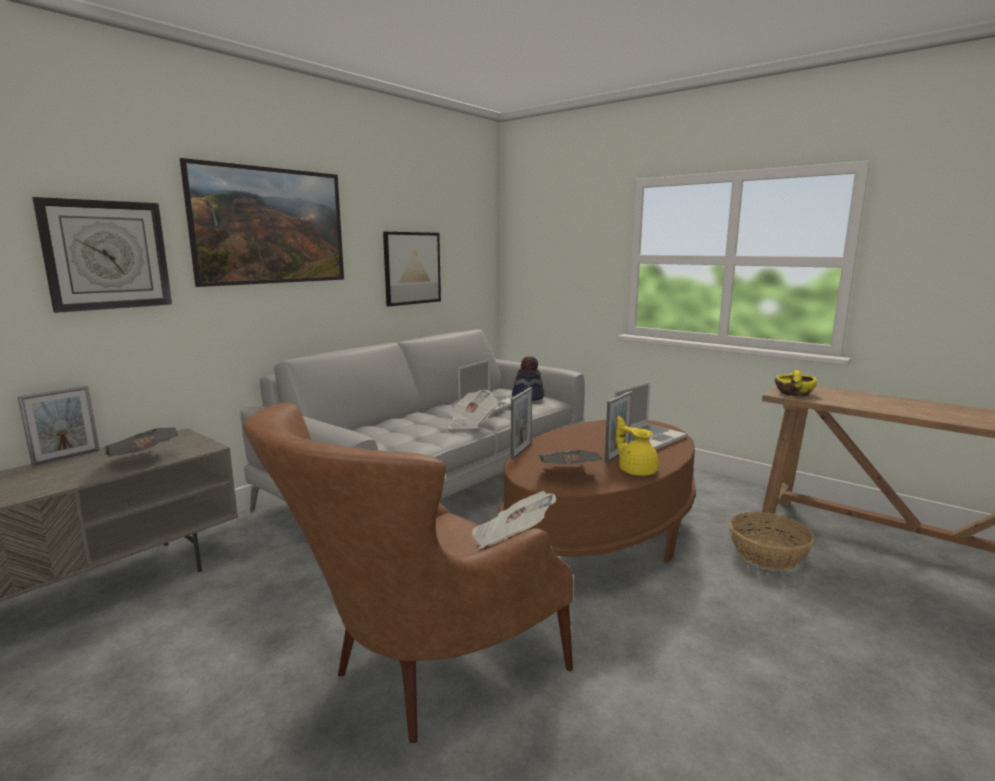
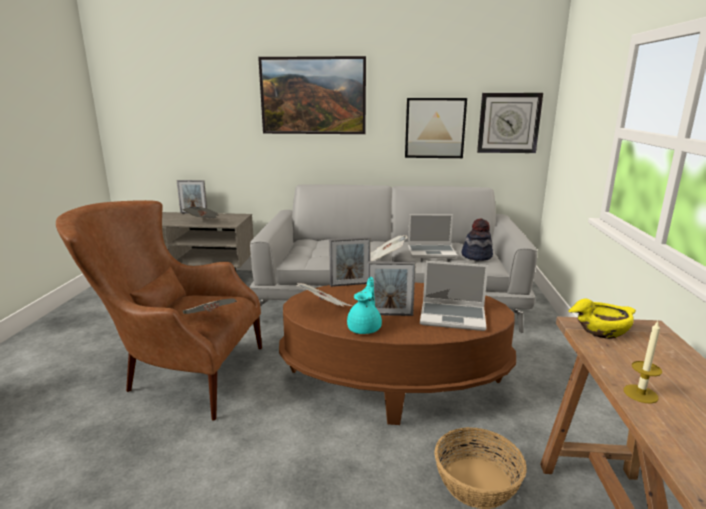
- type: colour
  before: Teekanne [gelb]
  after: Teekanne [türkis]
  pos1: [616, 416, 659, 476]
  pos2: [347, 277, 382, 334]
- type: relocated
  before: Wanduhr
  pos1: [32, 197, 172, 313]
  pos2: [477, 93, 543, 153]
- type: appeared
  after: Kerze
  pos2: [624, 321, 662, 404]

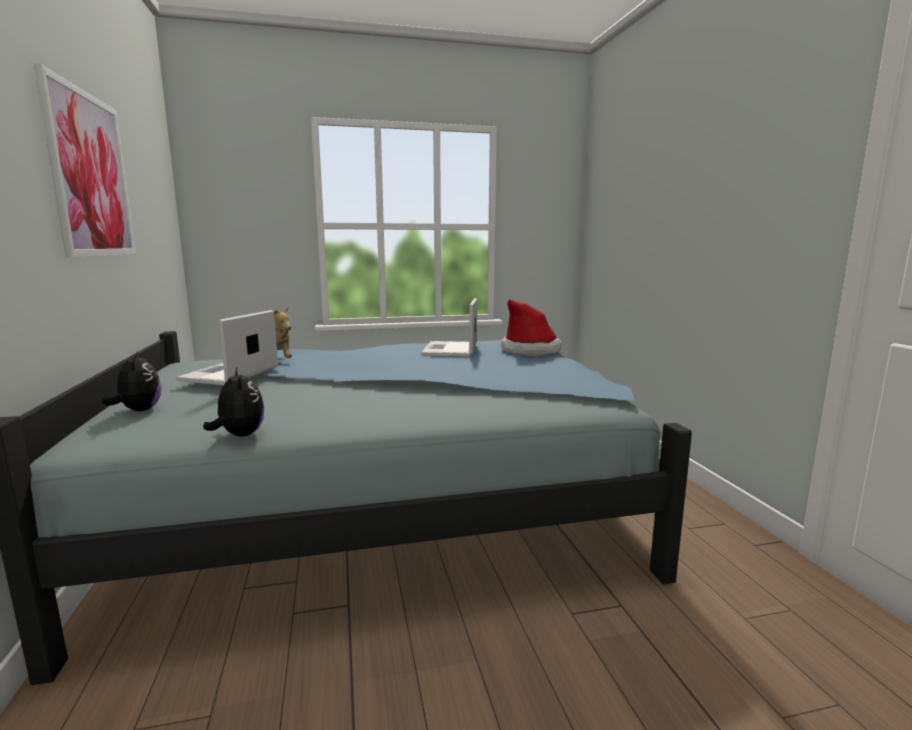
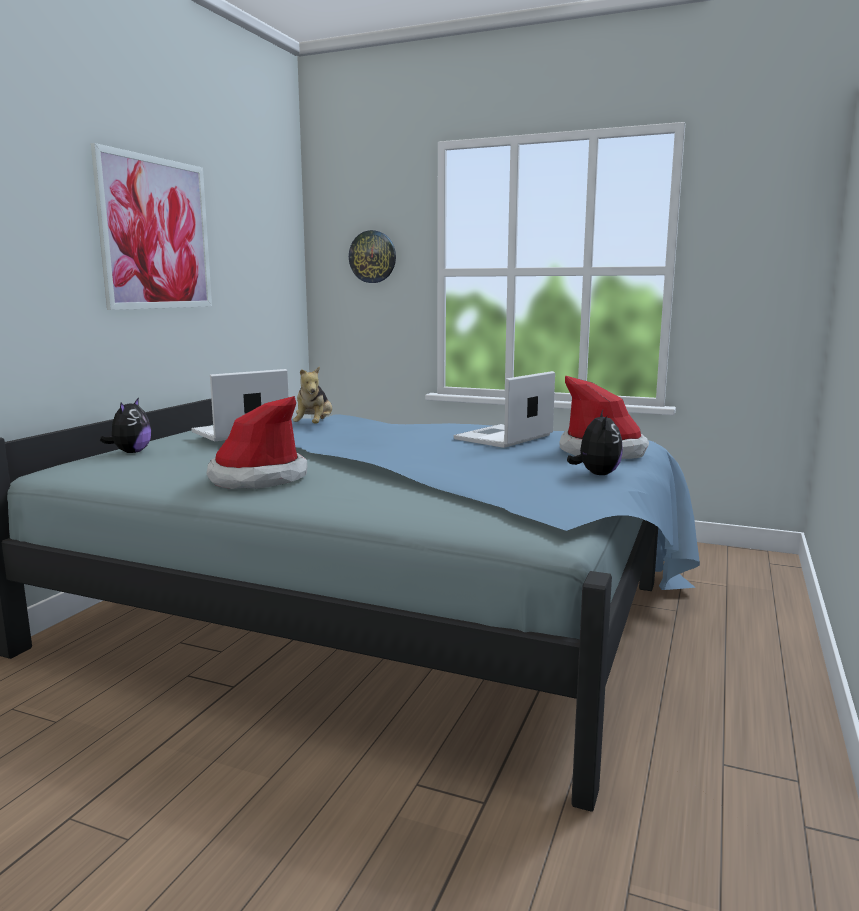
- type: appeared
  after: Hut
  pos2: [206, 396, 307, 489]
- type: appeared
  after: Wanduhr
  pos2: [349, 230, 396, 283]
- type: relocated
  before: Plüschtier
  pos1: [203, 368, 264, 436]
  pos2: [567, 410, 623, 475]

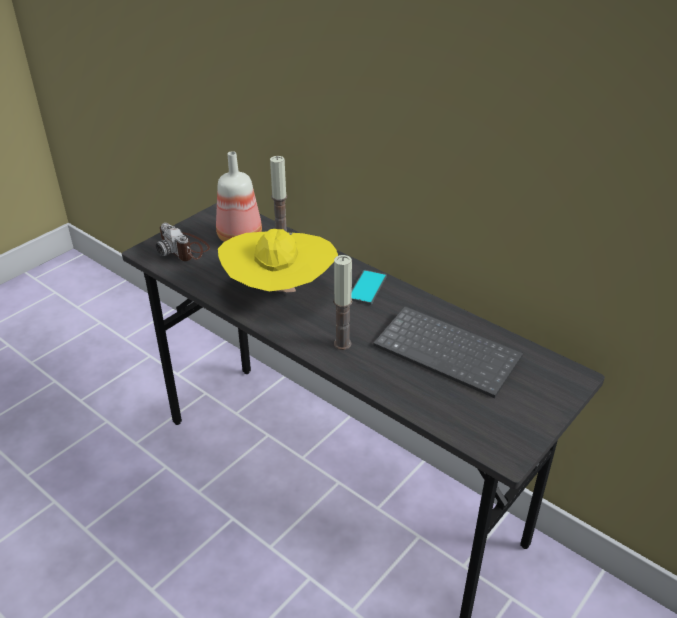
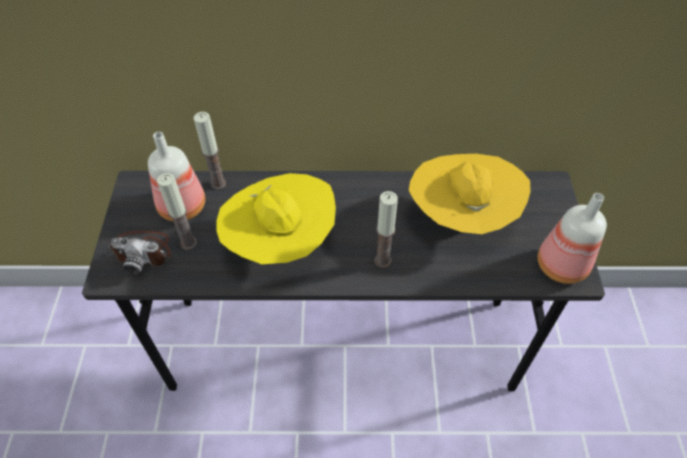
- type: appeared
  after: Kerze
  pos2: [157, 173, 197, 250]
- type: exchanged
  before: Tastatur
  after: Hut [gelb]
  pos1: [373, 306, 523, 398]
  pos2: [409, 154, 530, 234]
- type: appeared
  after: Flasche
  pos2: [538, 193, 607, 284]
- type: missing
  before: Handy
  pos1: [351, 270, 387, 305]

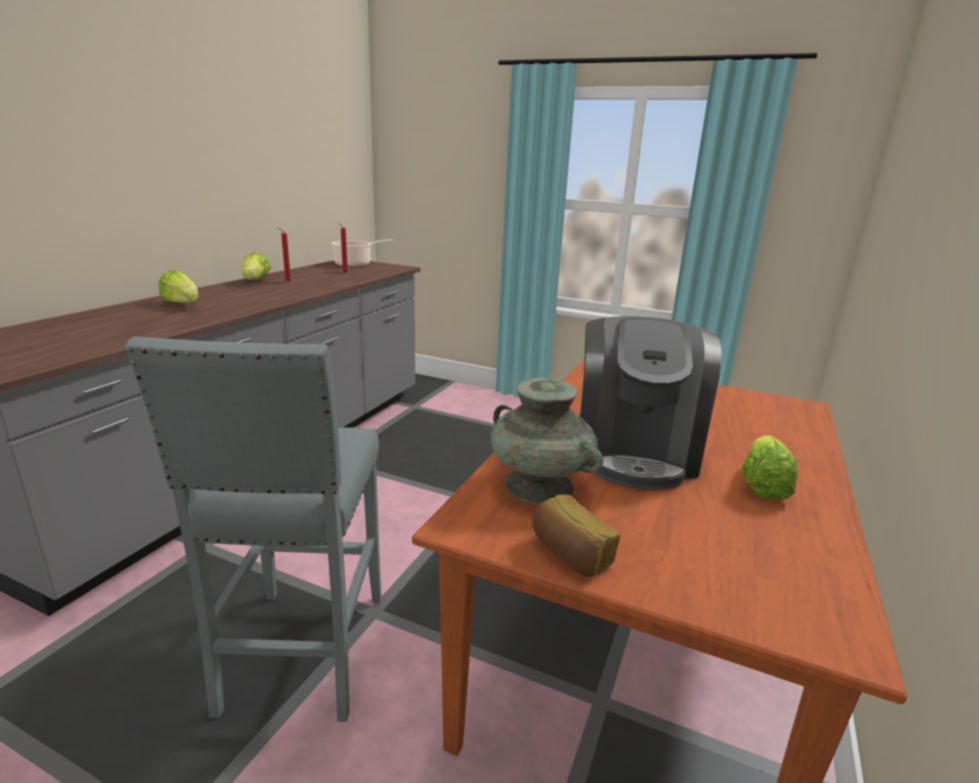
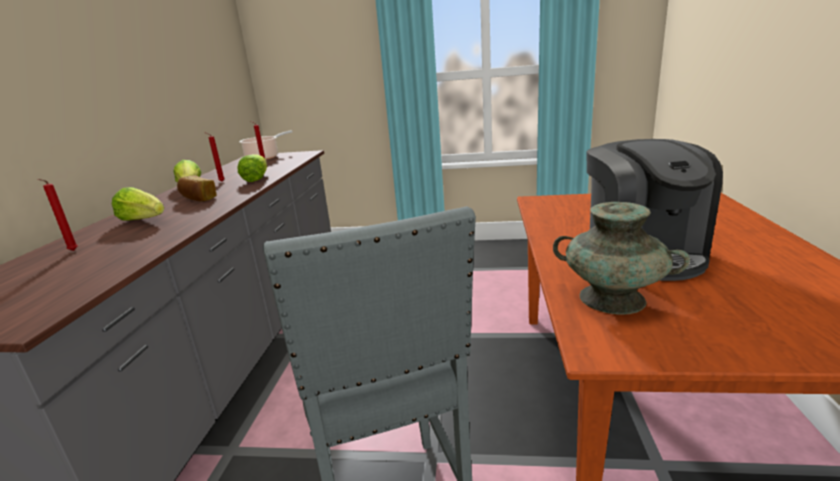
- type: appeared
  after: Kerze [rot]
  pos2: [38, 179, 78, 251]
- type: relocated
  before: Brot
  pos1: [532, 495, 620, 577]
  pos2: [177, 176, 216, 201]
- type: relocated
  before: Salatkopf
  pos1: [742, 435, 799, 500]
  pos2: [238, 154, 267, 182]

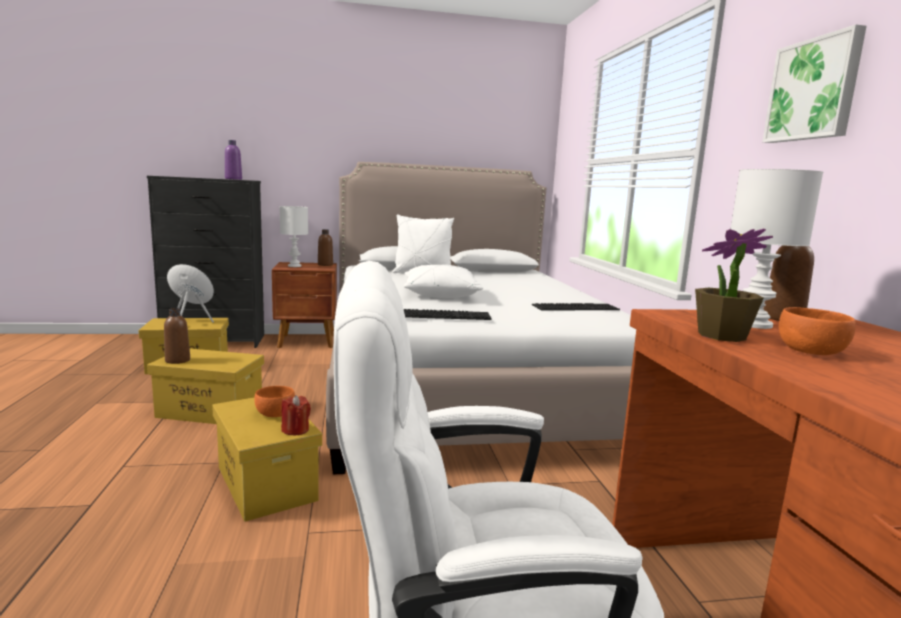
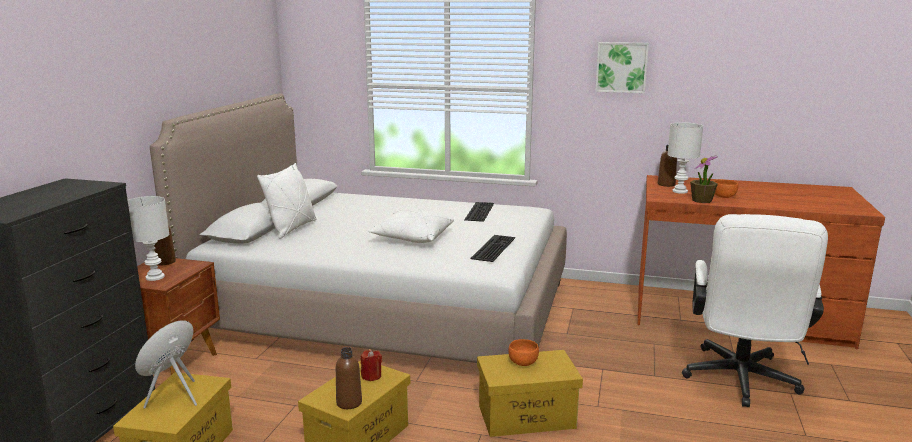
- type: relocated
  before: Kerze [rot]
  pos1: [281, 395, 311, 436]
  pos2: [361, 350, 382, 381]
- type: missing
  before: Flasche [lila]
  pos1: [225, 140, 242, 180]

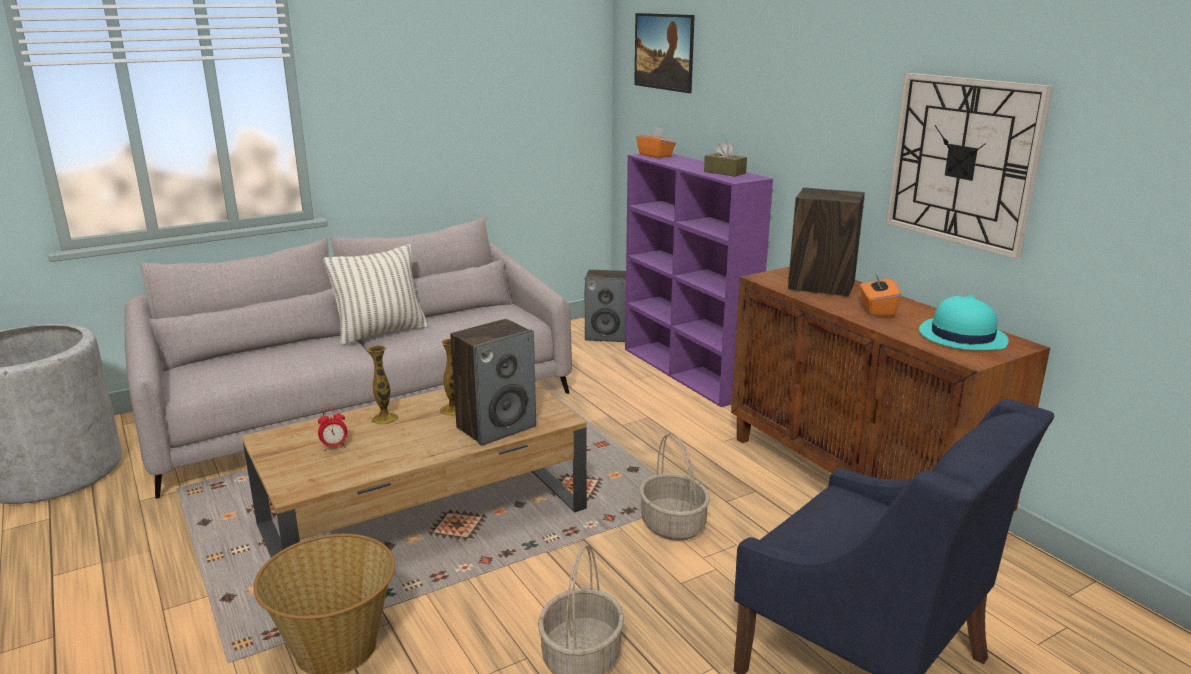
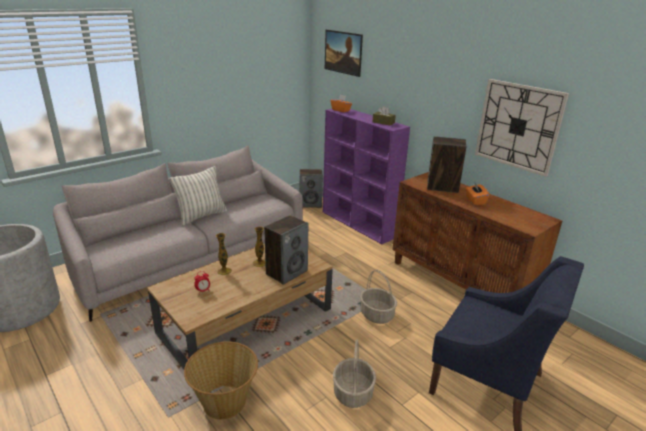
- type: missing
  before: Hut [türkis]
  pos1: [919, 295, 1009, 350]

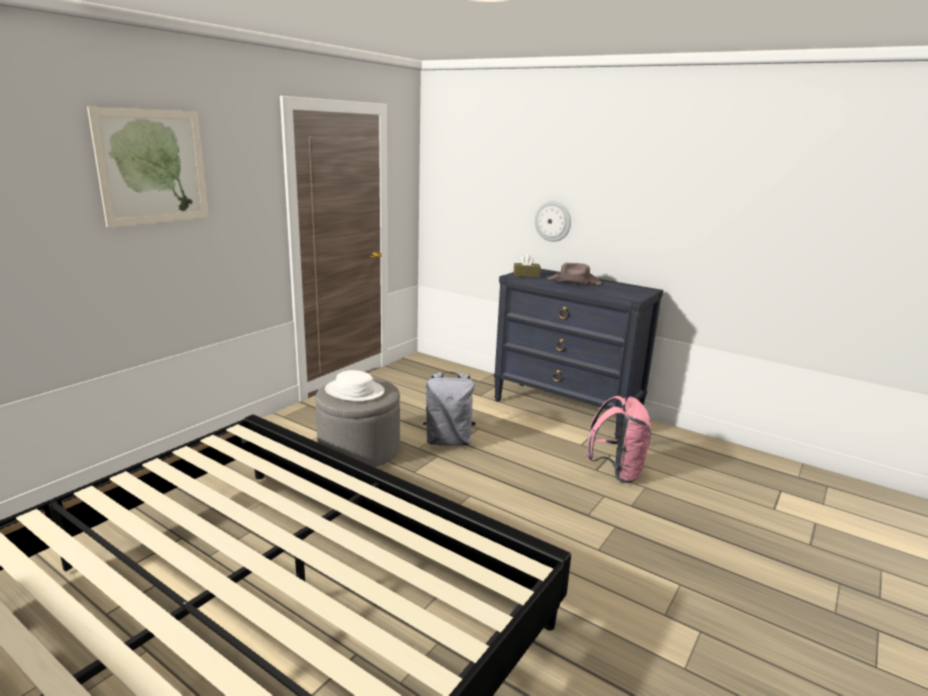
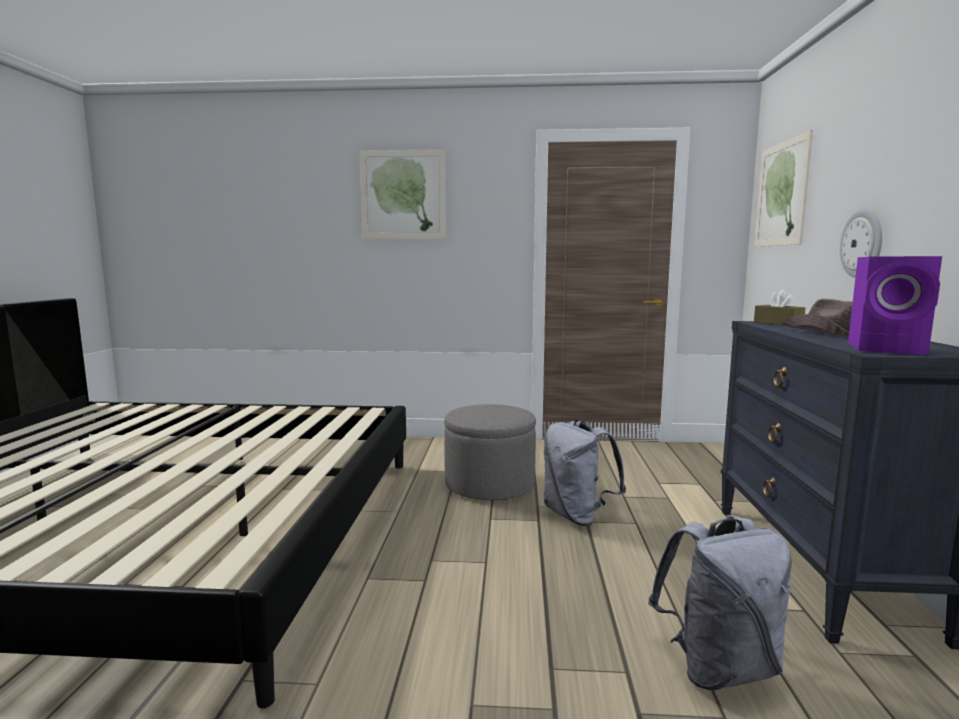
- type: colour
  before: Rucksack [rosa]
  after: Rucksack [grau]
  pos1: [586, 396, 651, 483]
  pos2: [648, 515, 792, 690]
- type: appeared
  after: Bild
  pos2: [754, 130, 813, 247]
- type: appeared
  after: Lautsprecher [lila]
  pos2: [848, 256, 942, 355]
- type: missing
  before: Hut [weiß]
  pos1: [325, 370, 385, 401]

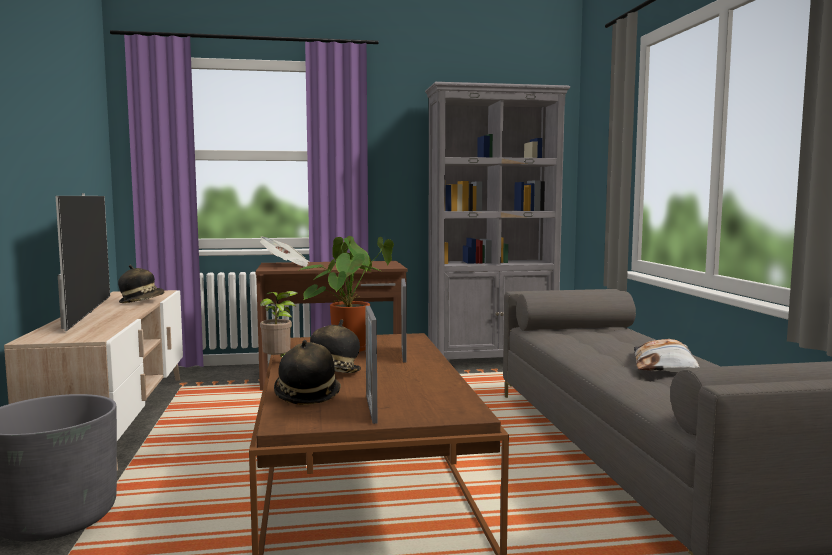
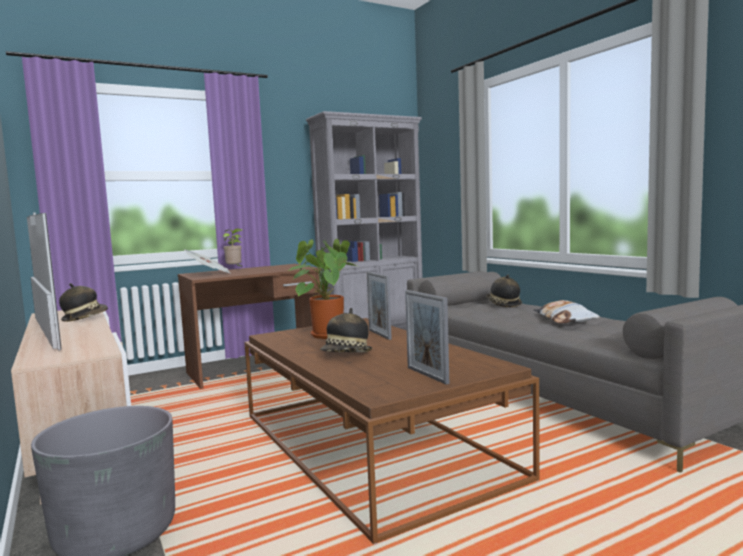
- type: relocated
  before: Topfpflanze
  pos1: [260, 291, 298, 357]
  pos2: [223, 229, 244, 268]
- type: relocated
  before: Hut
  pos1: [274, 340, 341, 405]
  pos2: [486, 275, 522, 307]

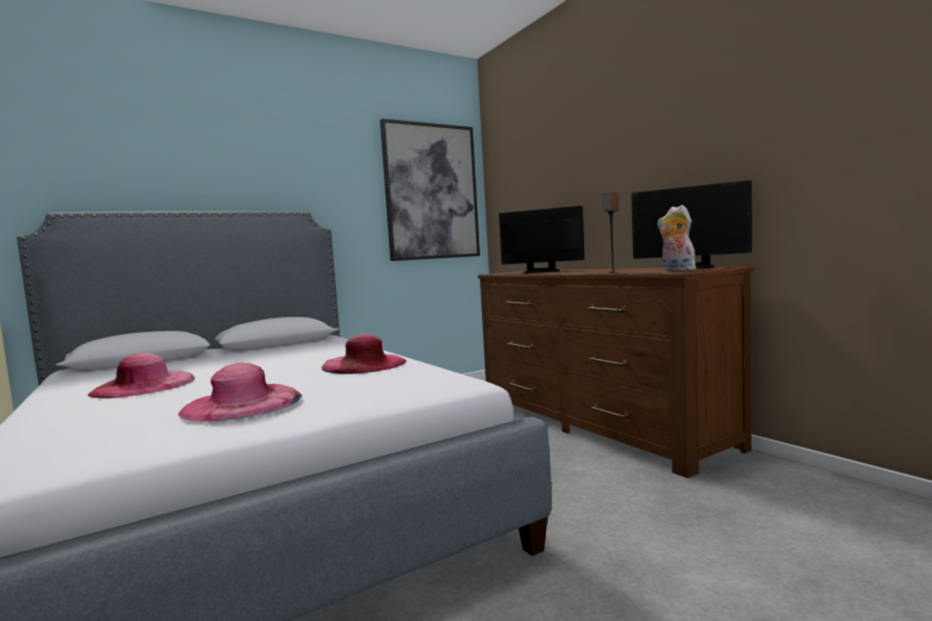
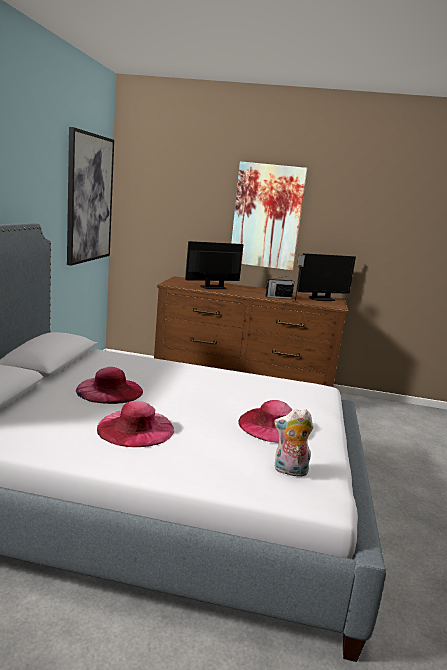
- type: relocated
  before: Hut [rosa]
  pos1: [321, 334, 407, 374]
  pos2: [76, 367, 143, 404]
- type: appeared
  after: Bild
  pos2: [231, 161, 307, 271]
- type: appeared
  after: Radio
  pos2: [266, 276, 294, 299]
- type: relocated
  before: Plüschtier
  pos1: [657, 205, 696, 271]
  pos2: [274, 409, 313, 477]

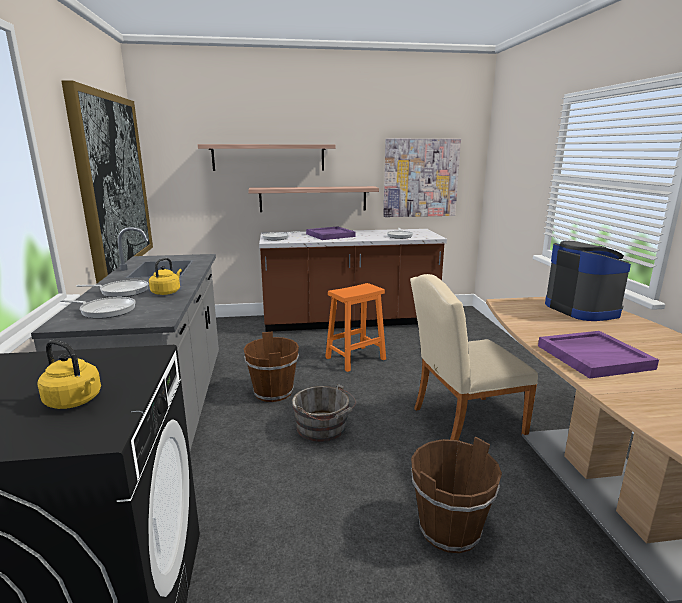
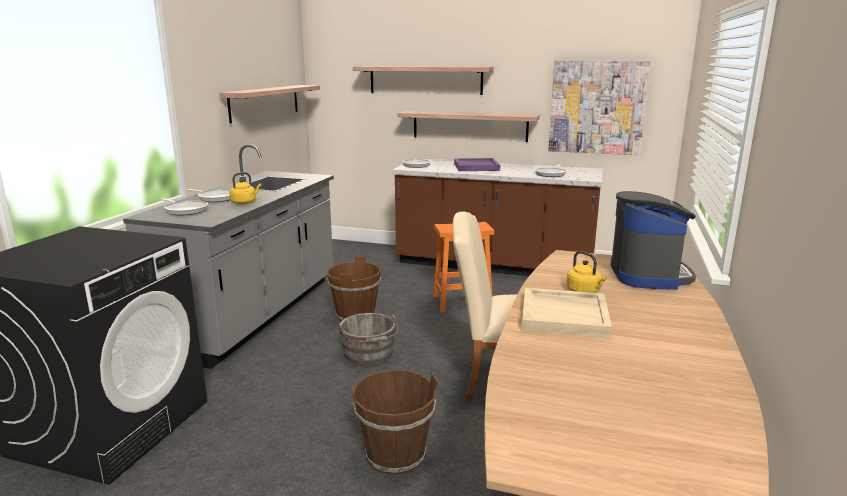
- type: exchanged
  before: Bild
  after: Wandregal
  pos1: [61, 80, 153, 284]
  pos2: [219, 85, 320, 124]
- type: colour
  before: Tablett [lila]
  after: Tablett [beige]
  pos1: [538, 331, 659, 379]
  pos2: [522, 288, 612, 338]
- type: relocated
  before: Wasserkessel [gelb]
  pos1: [37, 340, 101, 409]
  pos2: [566, 251, 607, 293]

